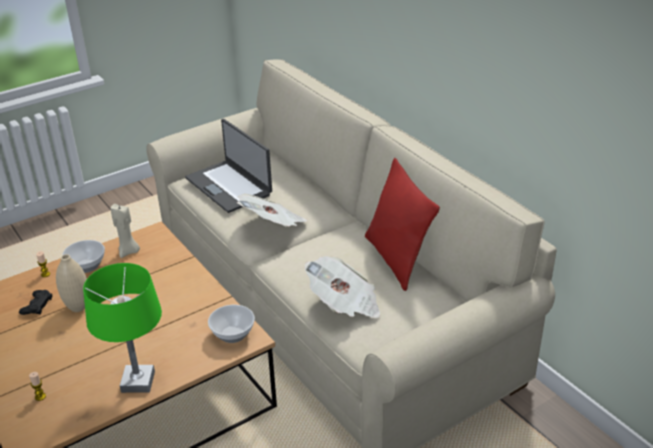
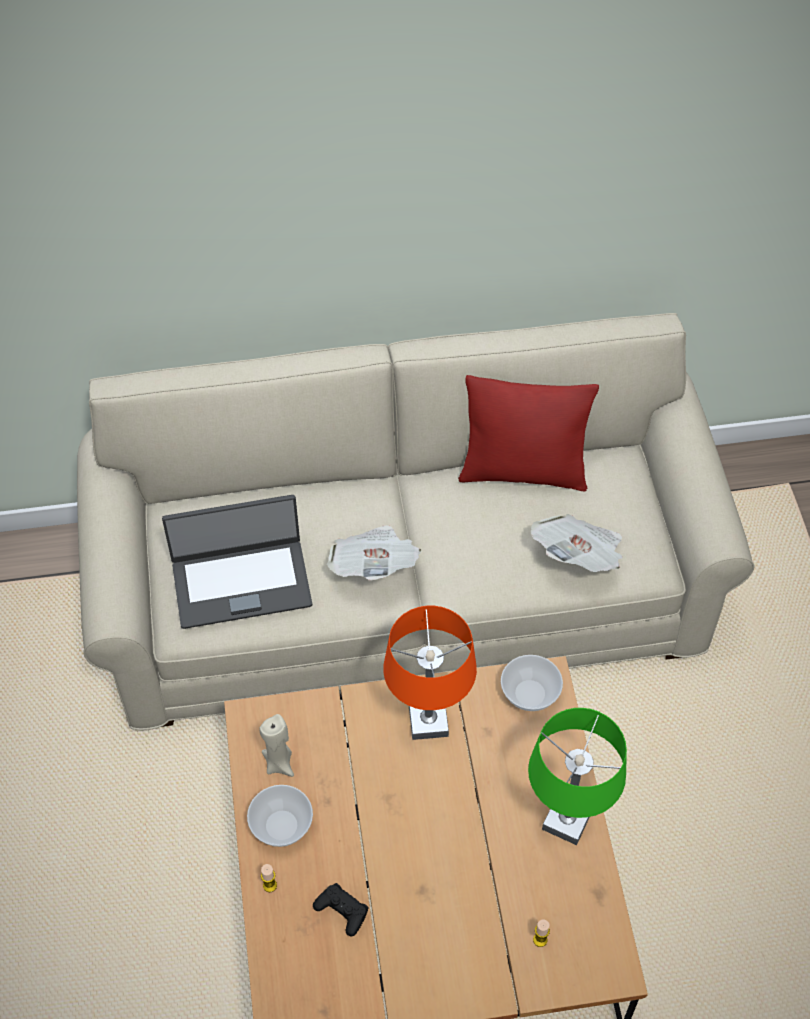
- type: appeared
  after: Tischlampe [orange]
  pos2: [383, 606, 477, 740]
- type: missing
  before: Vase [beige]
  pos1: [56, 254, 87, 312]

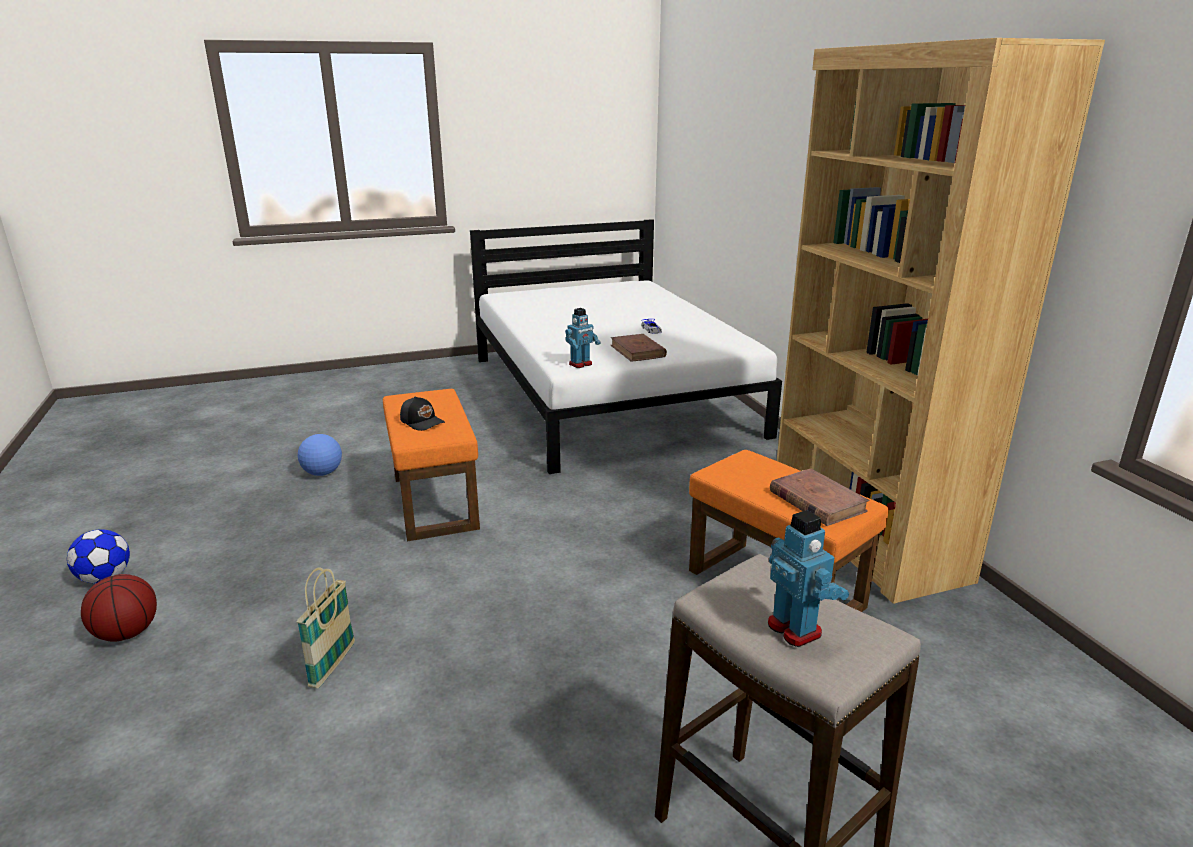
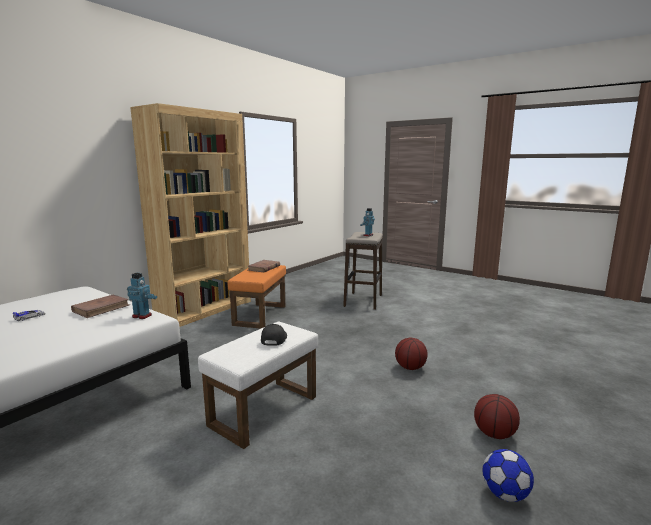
- type: colour
  before: Polsterhocker [orange]
  after: Polsterhocker [weiß]
  pos1: [383, 389, 480, 541]
  pos2: [198, 322, 318, 449]
- type: exchanged
  before: Korb
  after: Basketball
  pos1: [297, 567, 355, 688]
  pos2: [395, 337, 428, 370]
- type: missing
  before: Fußball
  pos1: [298, 434, 342, 476]

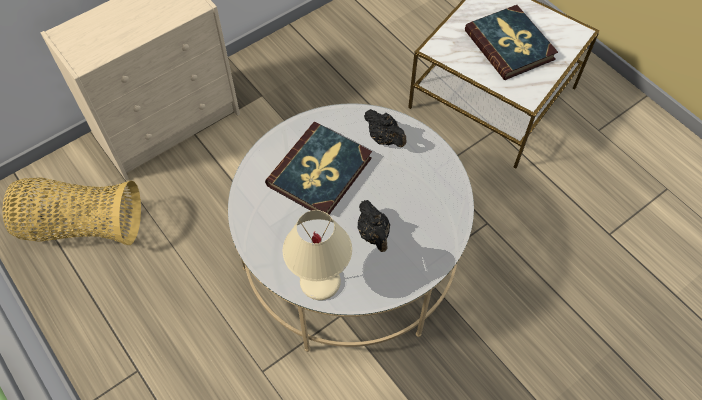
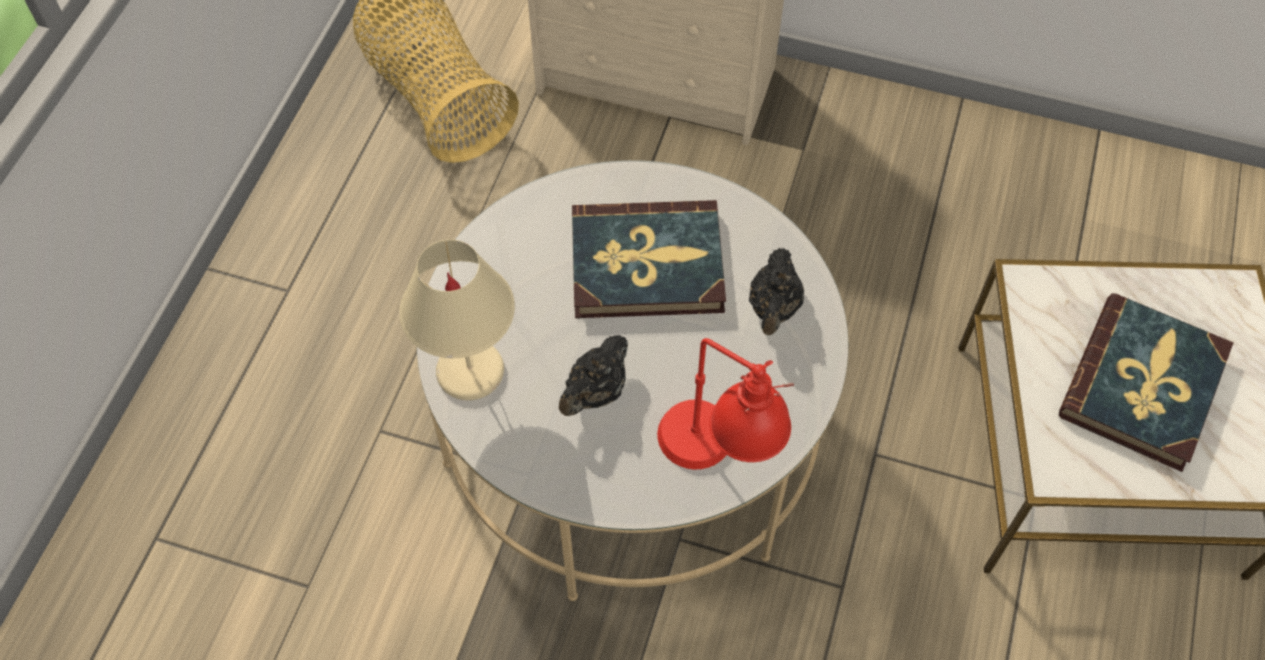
- type: appeared
  after: Tischlampe [rot]
  pos2: [657, 338, 794, 469]

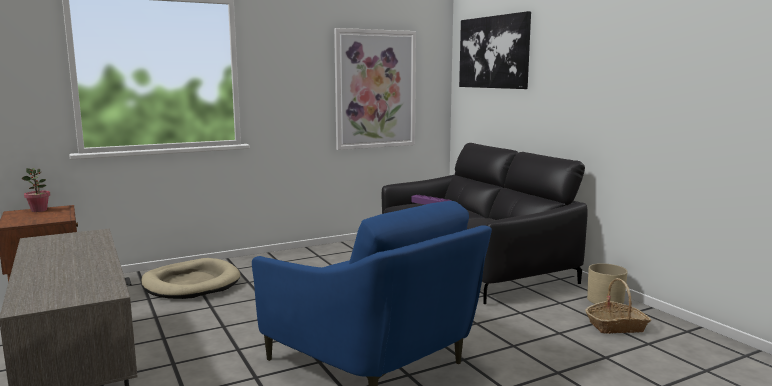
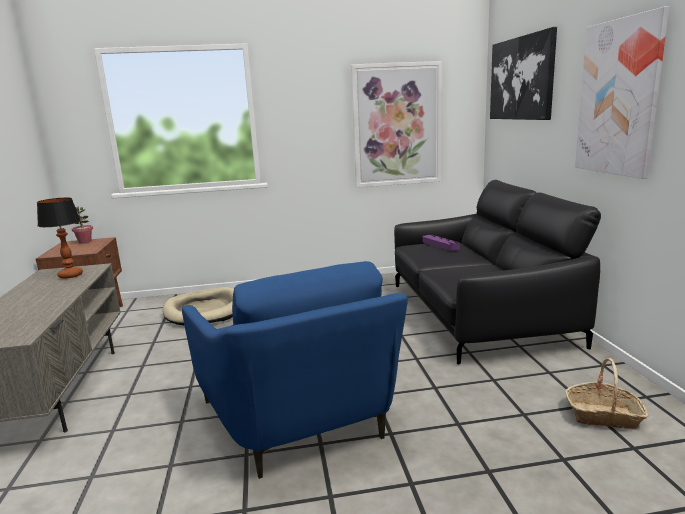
- type: appeared
  after: Tischlampe
  pos2: [37, 197, 83, 279]
- type: appeared
  after: Bild
  pos2: [575, 7, 669, 179]
- type: missing
  before: Pflanzkübel [beige]
  pos1: [587, 263, 628, 304]

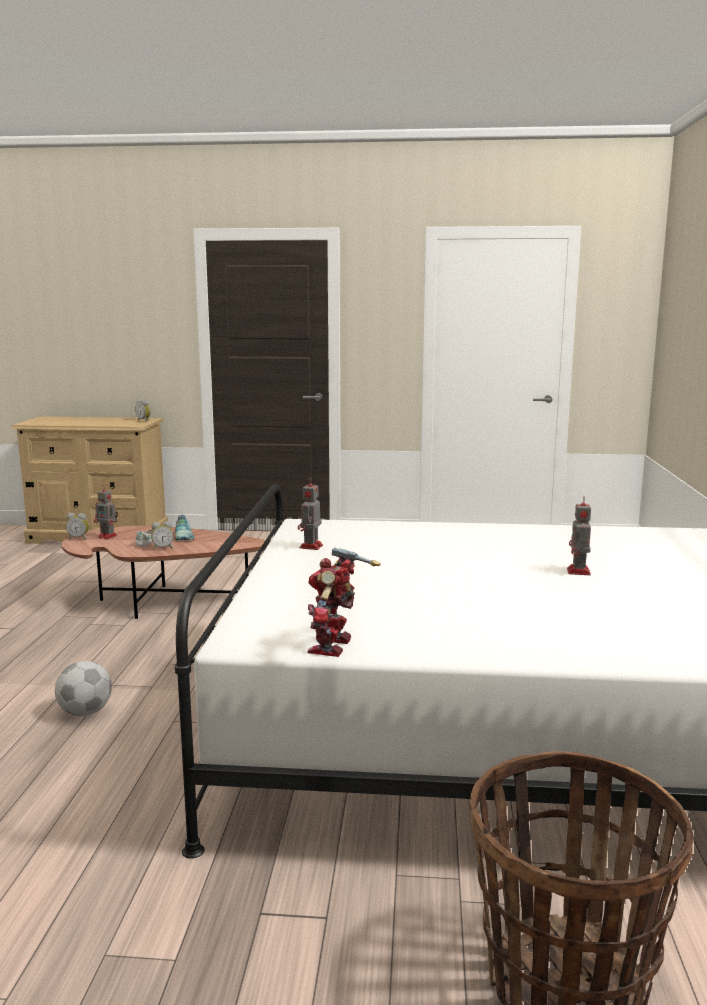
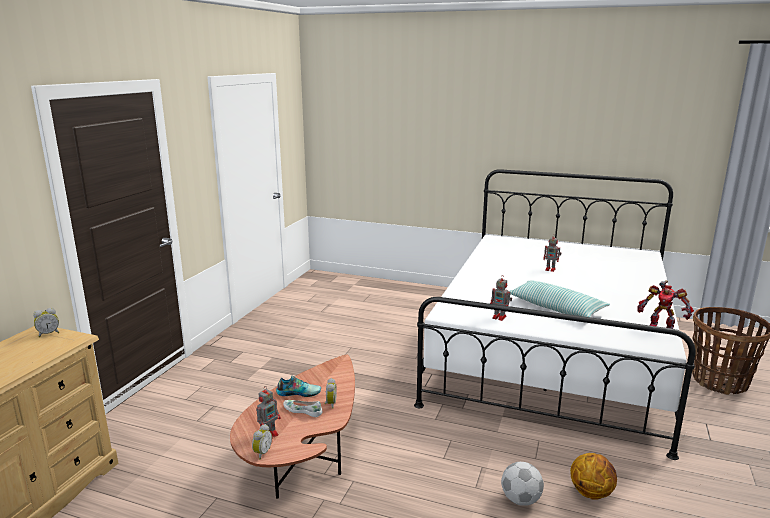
- type: appeared
  after: Kissen
  pos2: [509, 280, 610, 317]
- type: appeared
  after: Basketball
  pos2: [570, 453, 617, 500]

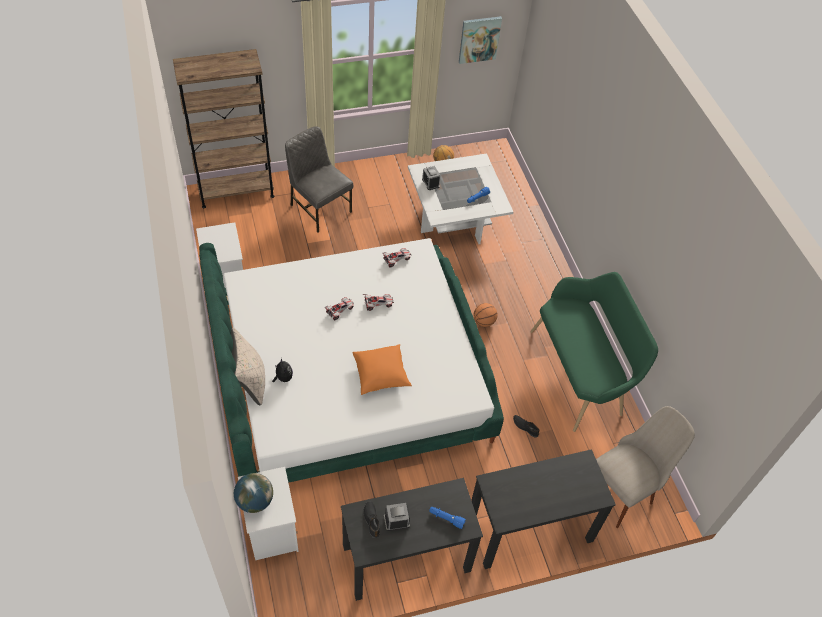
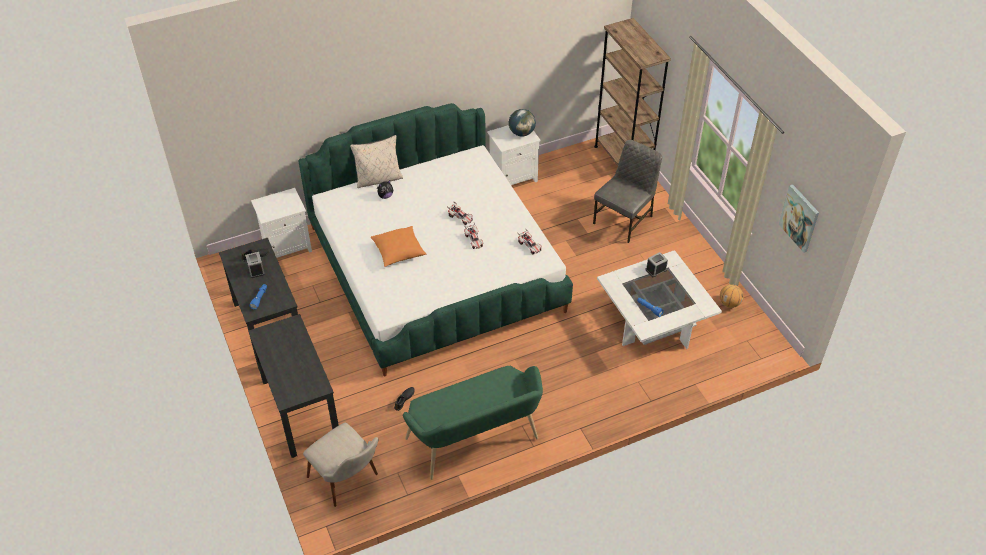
- type: relocated
  before: Globus
  pos1: [234, 473, 273, 513]
  pos2: [509, 109, 536, 136]
- type: missing
  before: Basketball
  pos1: [473, 303, 498, 327]

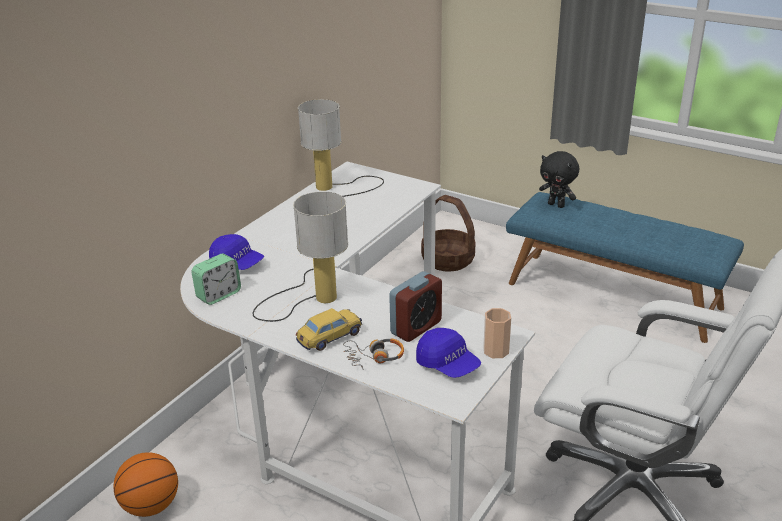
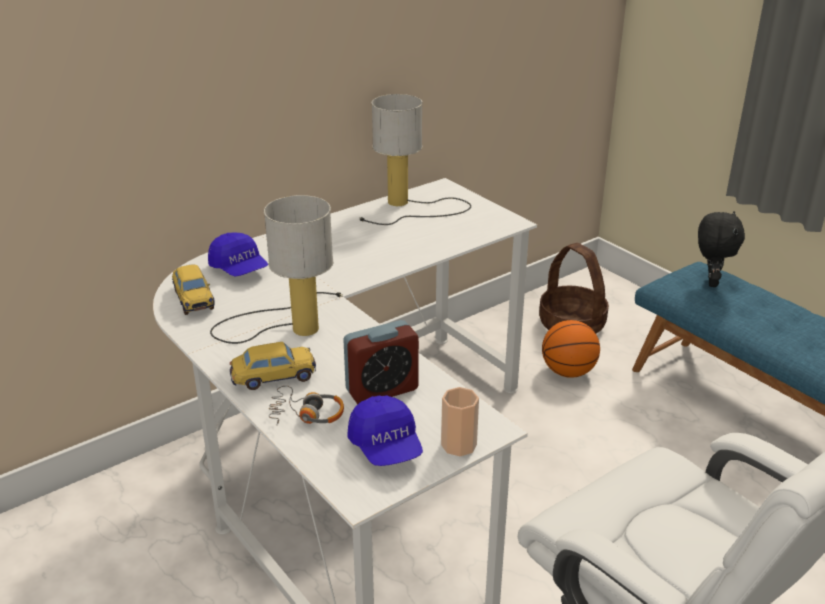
- type: exchanged
  before: Wecker
  after: Spielzeugauto
  pos1: [191, 254, 241, 305]
  pos2: [172, 265, 215, 315]
- type: relocated
  before: Basketball
  pos1: [114, 452, 178, 517]
  pos2: [542, 320, 600, 378]
- type: spun
  before: Plüschtier [schwarz]
  pos1: [539, 151, 579, 208]
  pos2: [698, 211, 745, 287]
  turn: -135

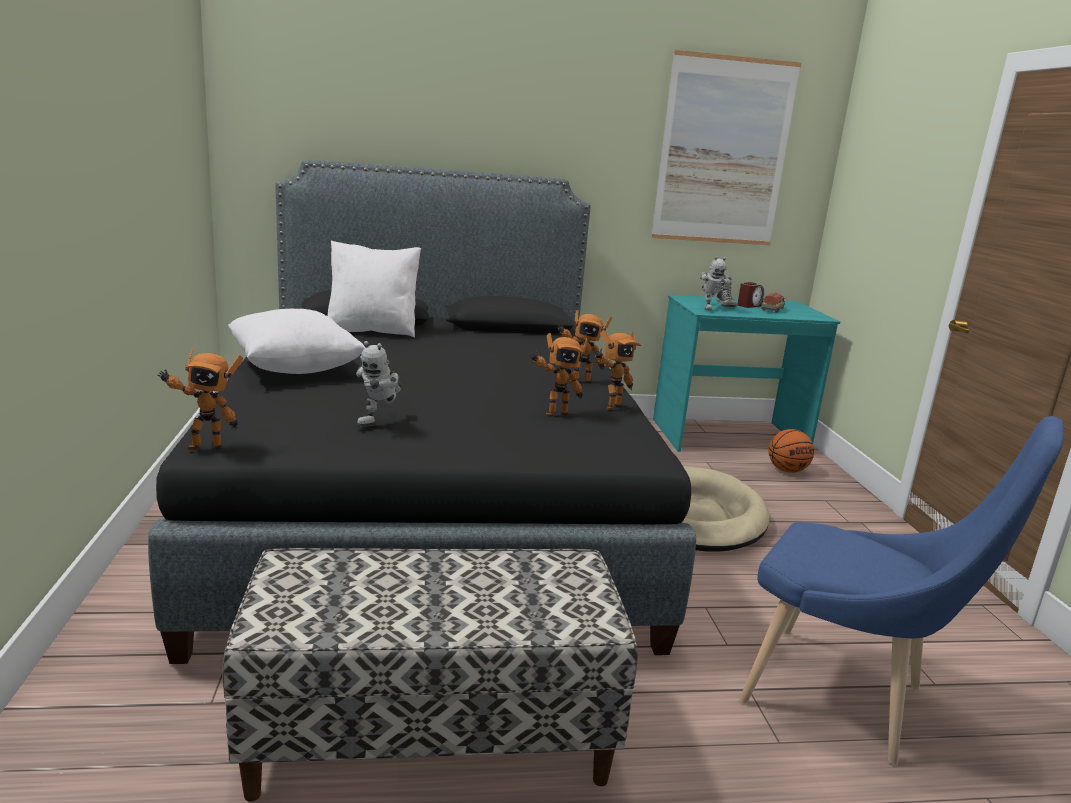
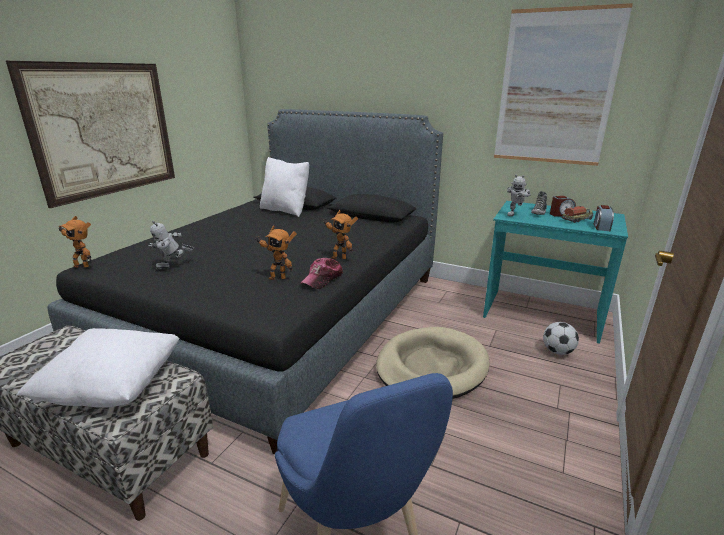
- type: appeared
  after: Bild
  pos2: [6, 61, 175, 208]
- type: relocated
  before: Kissen [weiß]
  pos1: [228, 309, 366, 374]
  pos2: [16, 328, 180, 408]
- type: exchanged
  before: Spielzeugroboter
  after: Kappe
  pos1: [596, 330, 642, 410]
  pos2: [300, 258, 343, 289]
- type: exchanged
  before: Basketball
  after: Fußball
  pos1: [768, 429, 814, 473]
  pos2: [543, 322, 579, 355]
- type: appeared
  after: Wecker
  pos2: [594, 205, 614, 231]

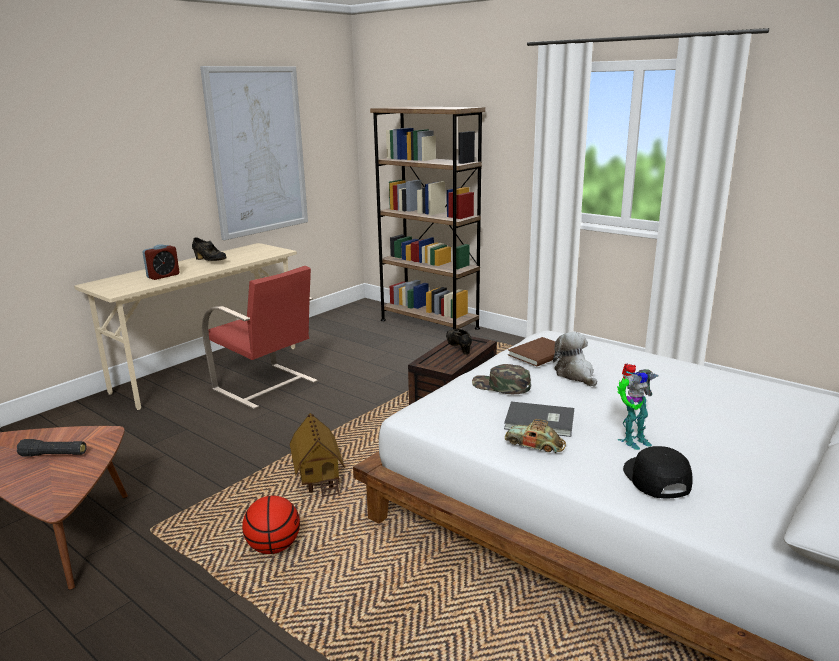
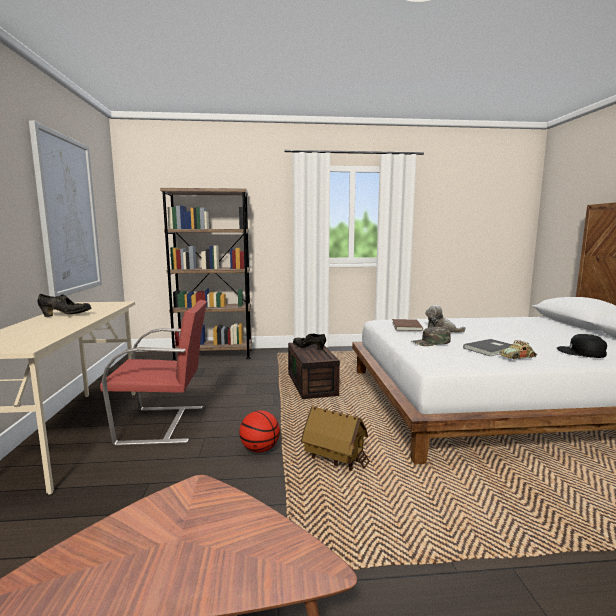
- type: relocated
  before: Basketball
  pos1: [242, 496, 300, 554]
  pos2: [239, 410, 280, 453]
- type: missing
  before: Taschenlampe [schwarz]
  pos1: [17, 439, 86, 457]
- type: missing
  before: Wecker
  pos1: [143, 244, 179, 280]
- type: missing
  before: Spielzeugroboter
  pos1: [617, 364, 659, 450]

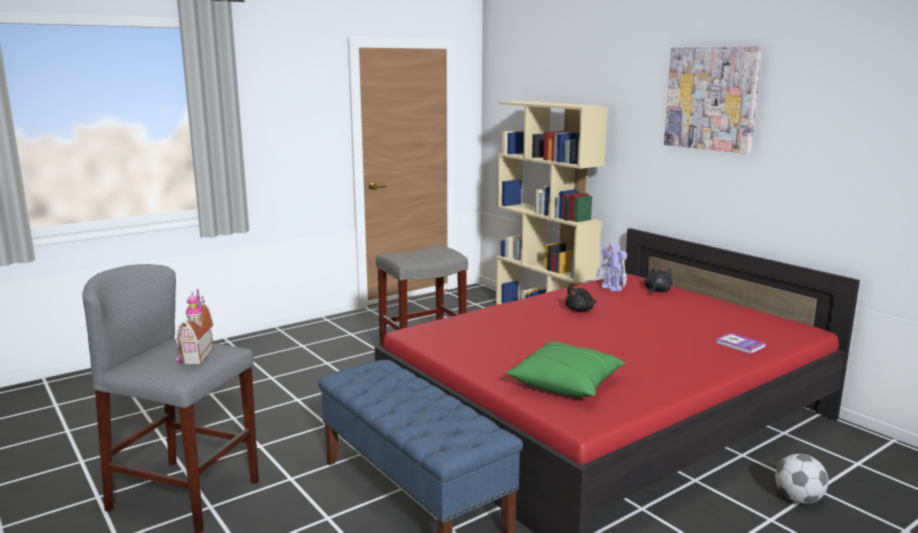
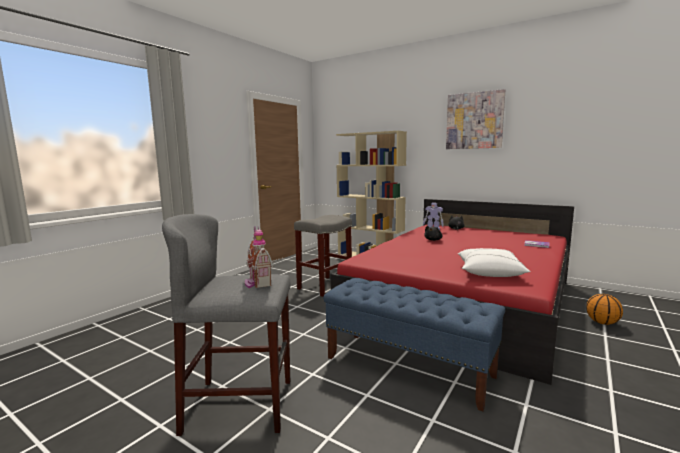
- type: colour
  before: Kissen [grün]
  after: Kissen [weiß]
  pos1: [506, 342, 625, 397]
  pos2: [458, 248, 531, 277]
- type: exchanged
  before: Fußball
  after: Basketball
  pos1: [775, 454, 829, 504]
  pos2: [586, 294, 623, 325]

